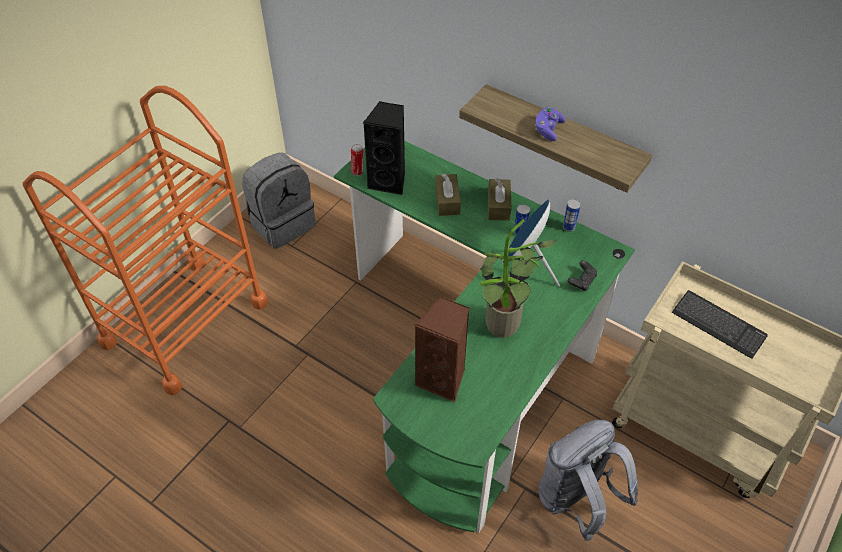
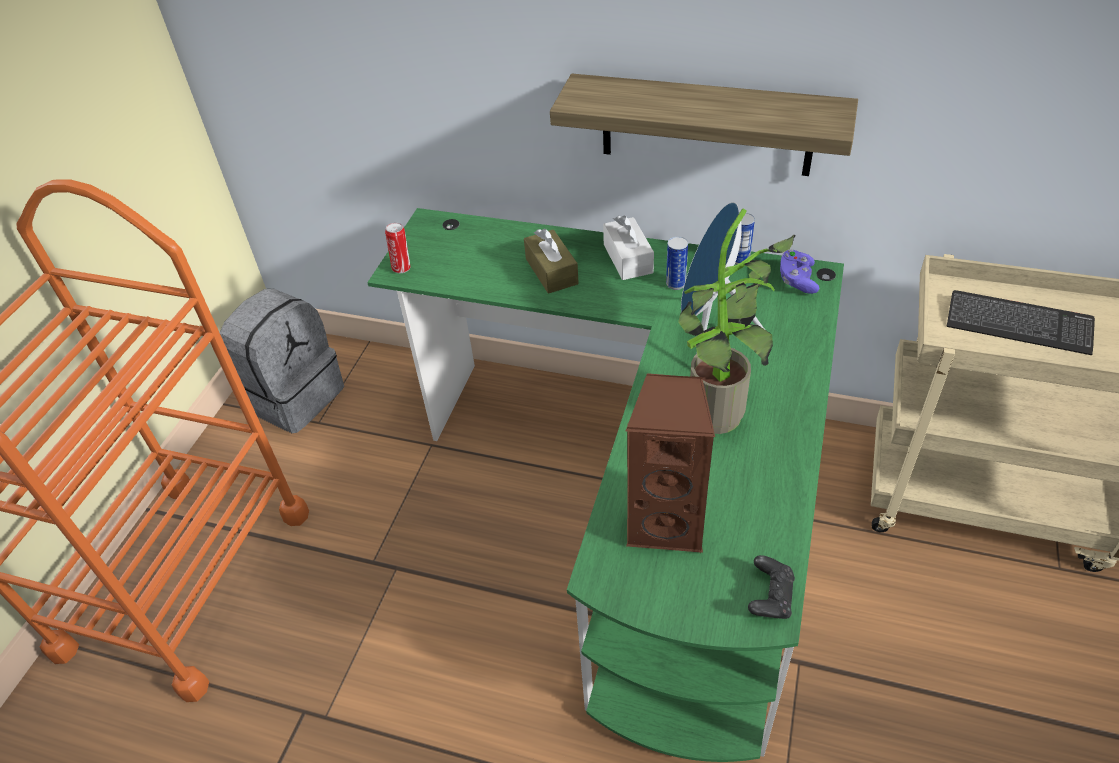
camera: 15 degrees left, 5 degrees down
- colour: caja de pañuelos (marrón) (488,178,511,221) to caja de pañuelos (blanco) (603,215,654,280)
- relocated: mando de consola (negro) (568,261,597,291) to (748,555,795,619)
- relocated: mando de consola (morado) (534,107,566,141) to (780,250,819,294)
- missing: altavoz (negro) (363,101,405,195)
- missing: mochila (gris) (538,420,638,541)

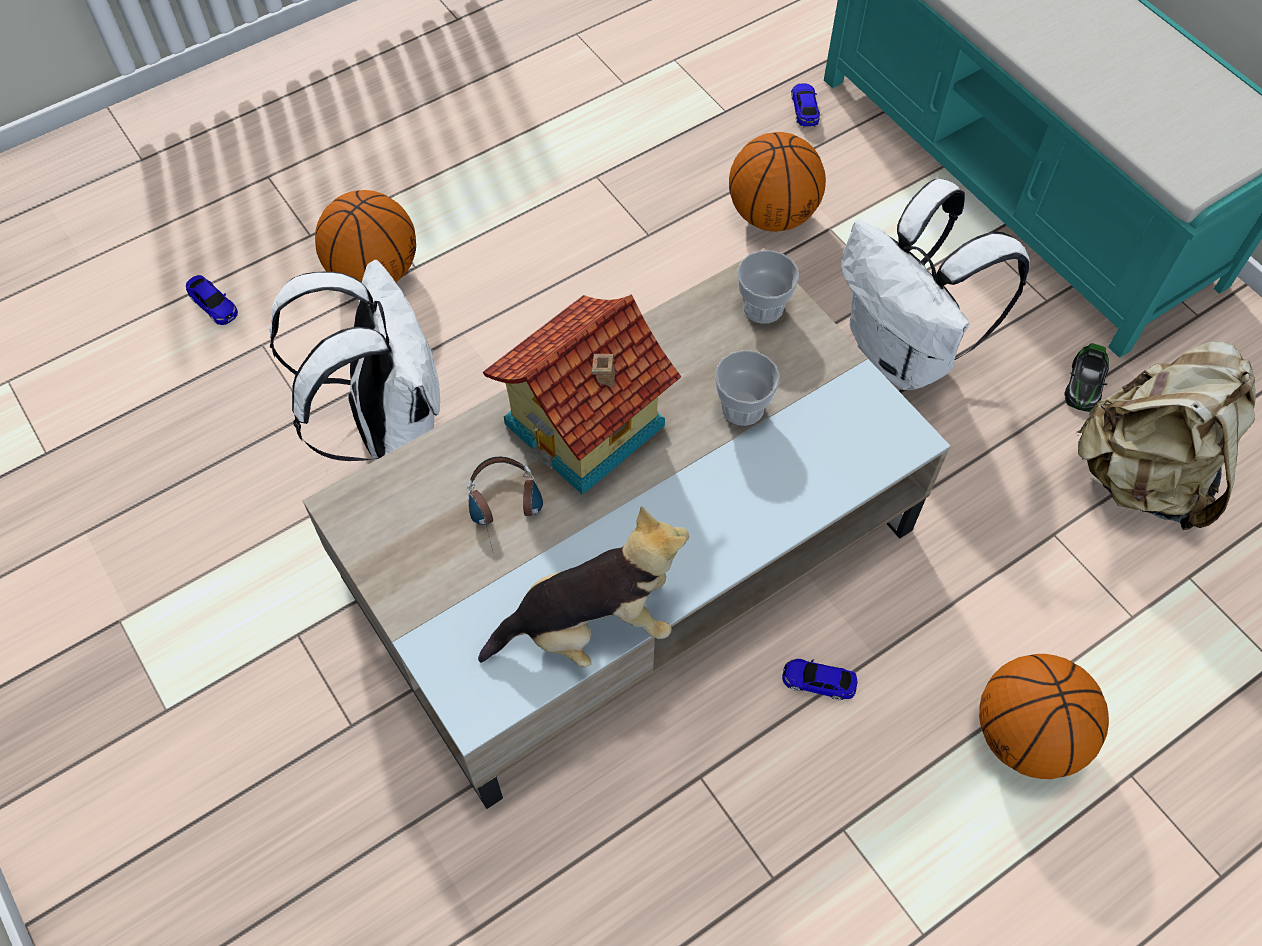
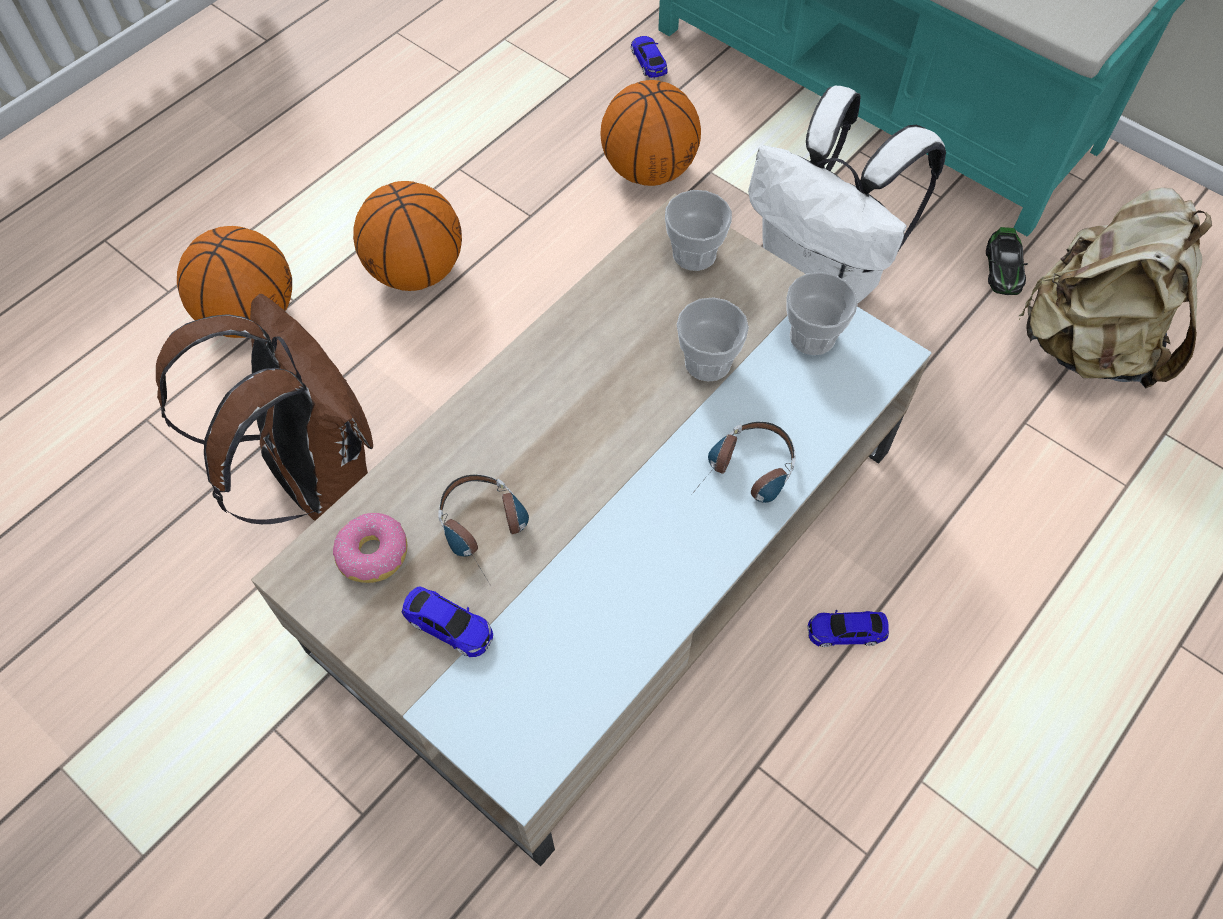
camera: 15 degrees left, 0 degrees up
- colour: mochila (blanco) (269,260,440,461) to mochila (marrón) (156,294,373,524)
- appeared: rosquilla (333,513,407,583)
- relocated: balón de baloncesto (979,654,1109,779) to (353,181,462,291)
- relocated: coche de juguete (186,275,238,325) to (401,586,493,657)
- appeared: auriculares (691,422,796,503)
- appeared: taza (786,272,858,355)
- missing: peluche (478,506,689,667)
- missing: casita (483,294,681,495)

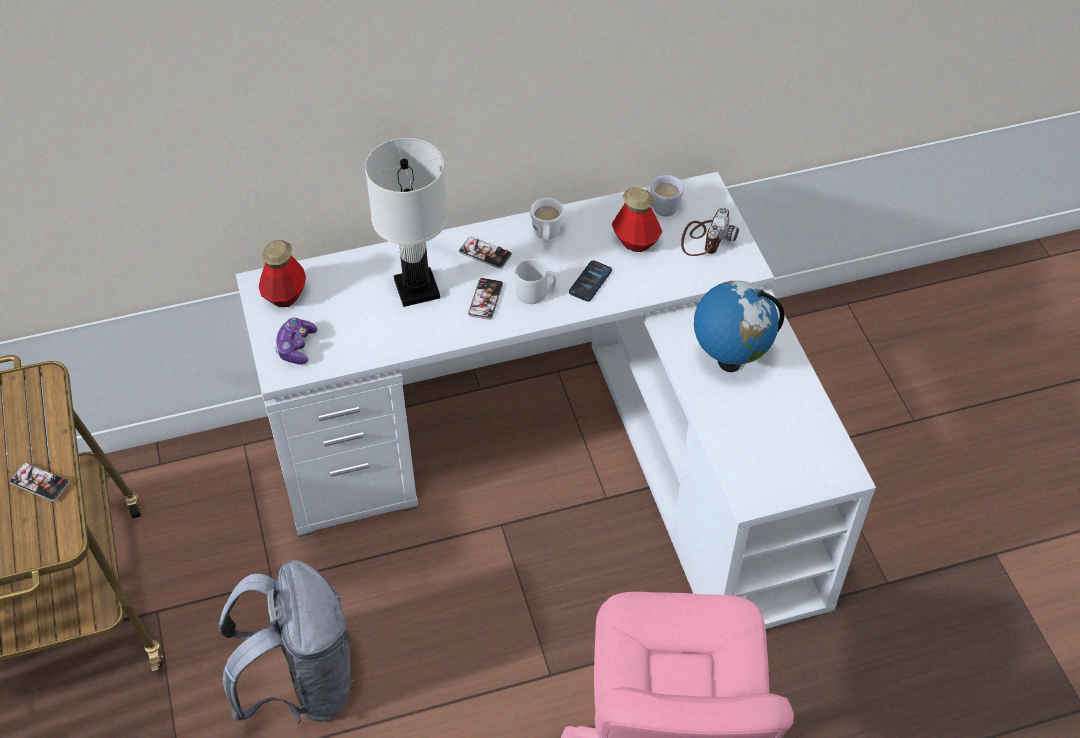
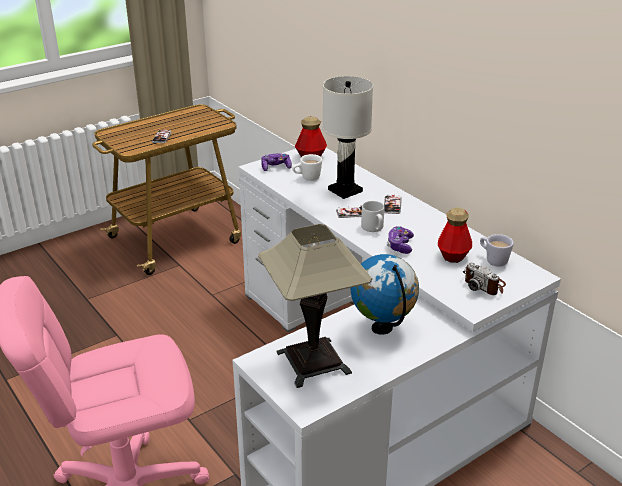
camera: 70 degrees right, 20 degrees down
- appeared: lámpara de mesa (258,224,372,388)
- relocated: taza grande (blanco) (530,198,564,242) to (292,154,322,181)
- exchanged: móvil (569,260,612,302) to mando de consola (387,226,414,254)
- spun: cámara (681,207,739,256) = (463,263,506,295) 45 degrees clockwise
- missing: mochila (gris) (218,560,354,724)

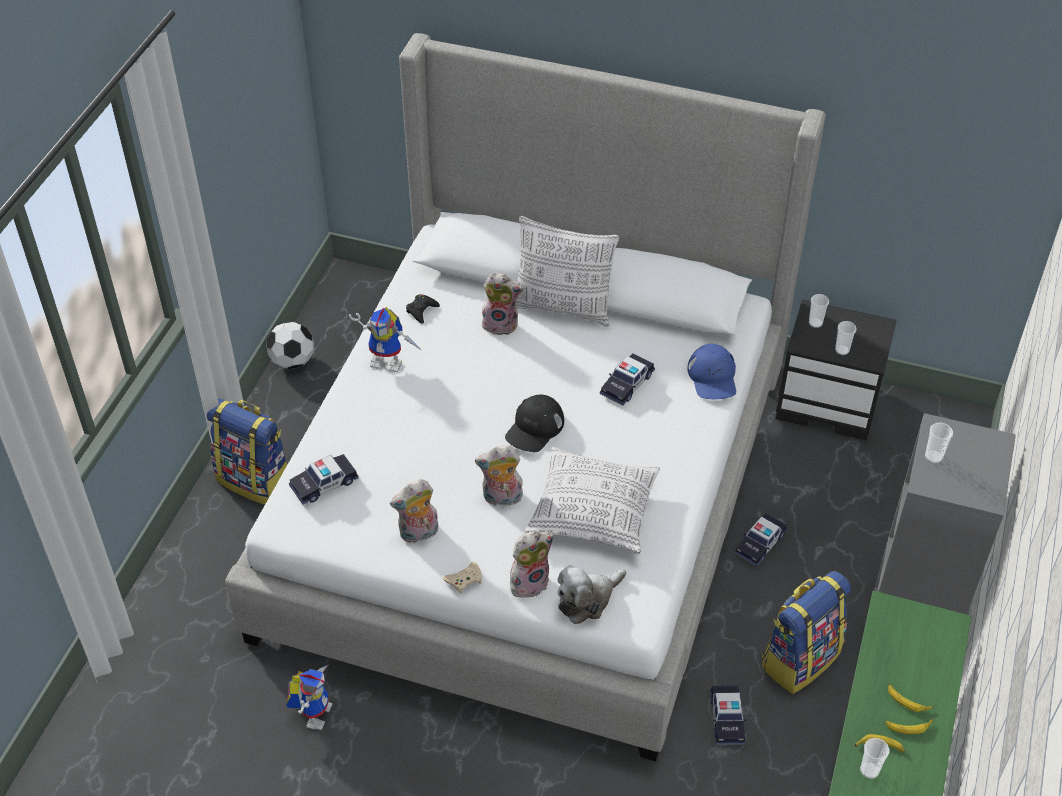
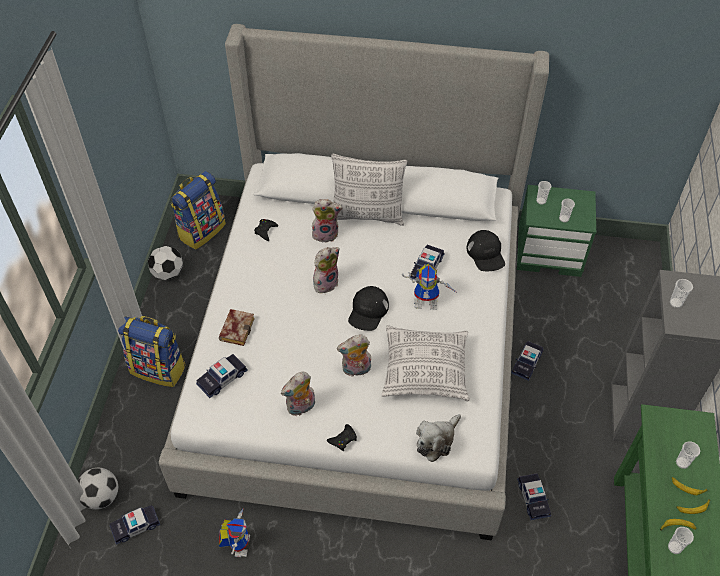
camera: 10 degrees left, 5 degrees up
- appeared: balón de fútbol (78,468,118,509)
- appeared: coche de juguete (110,505,160,545)
- relocated: mochila (762,571,851,694) to (171,171,226,250)
- appeared: libro (219,309,255,346)
- relocated: peluche (510,531,554,598) to (313,247,340,293)
- colour: mando de consola (beis) (443,562,482,594) to mando de consola (negro) (327,424,357,451)
- relocated: robot de juguete (349,307,421,372) to (402,264,456,310)
- colour: gorra (azul) (687,344,736,399) to gorra (negro) (467,230,505,271)
- colour: mesita de noche (negro) (776,299,897,440) to mesita de noche (verde) (517,185,596,277)
- appeared: taza (676,441,700,469)

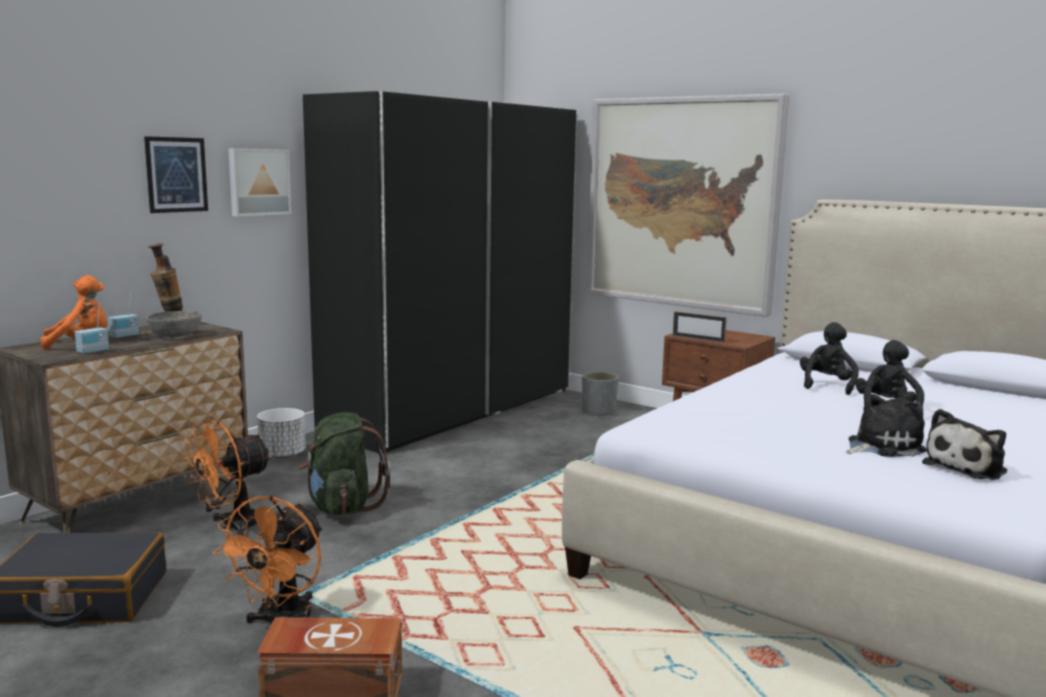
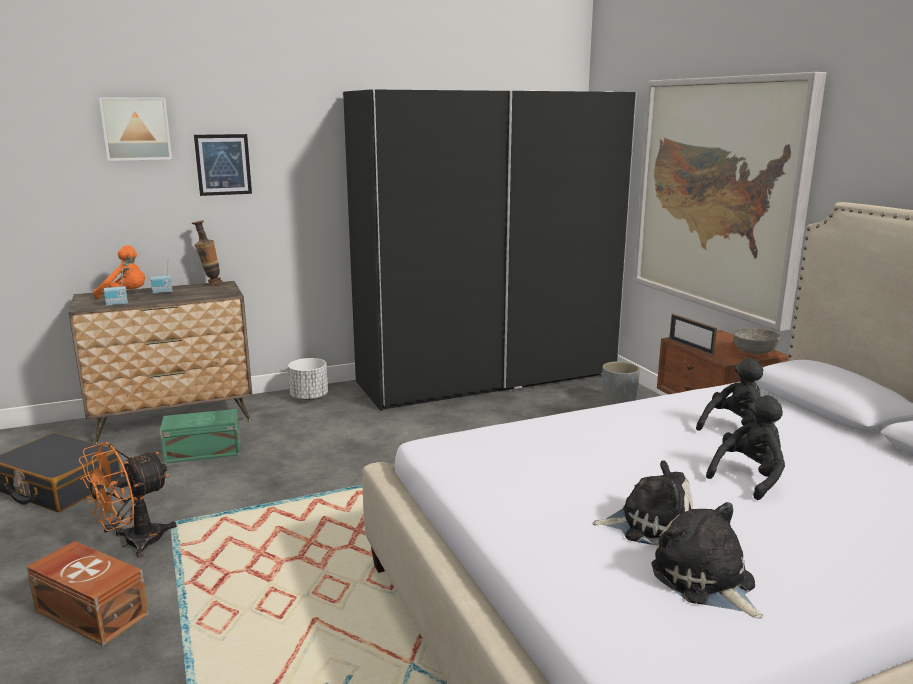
camera: 30 degrees right, 5 degrees up
- relocated: cuadro (228,148,291,217) to (99,97,172,161)
- exchanged: ventilador (naranja) (184,421,272,536) to caja de almacenaje (verde) (160,409,240,464)
- spun: peluche (922,409,1007,480) = (651,502,764,619) 75 degrees clockwise
- relocated: cuenco (gris) (146,311,202,338) to (733,328,780,354)
- missing: mochila (verde) (298,412,391,515)

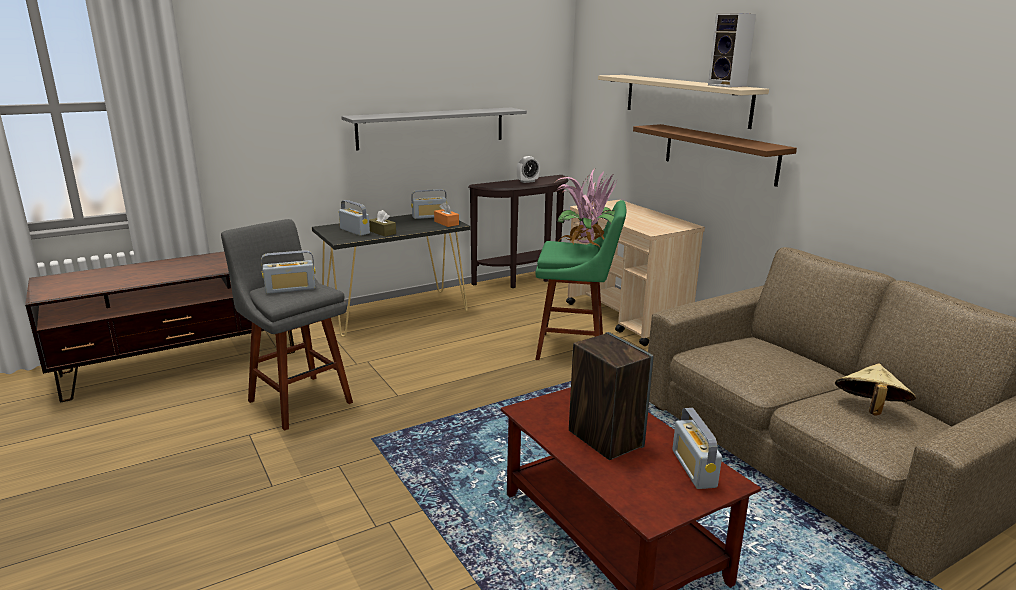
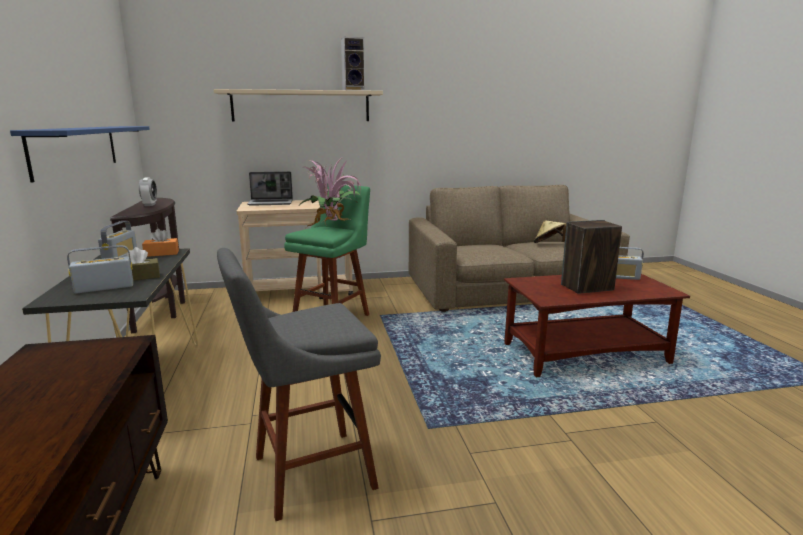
camera: 70 degrees left, 5 degrees down
- colour: estante (gris) (341,108,527,150) to estante (azul) (10,126,150,183)
- appeared: portátil (247,172,293,206)
- missing: radio (261,250,315,294)
- missing: estante (marrón) (633,124,797,187)

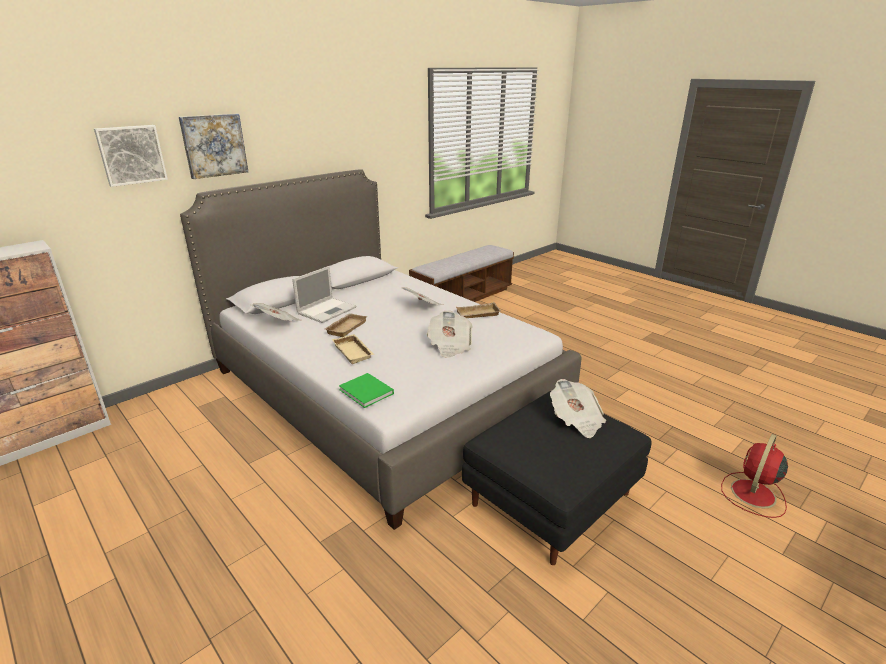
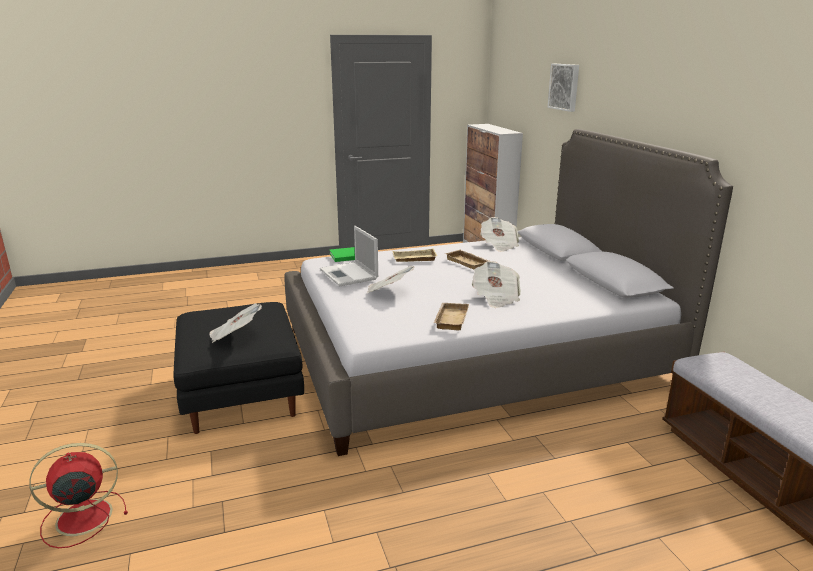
camera: 115 degrees right, 5 degrees down
- spun: ventilador (rojo) (721,434,788,518) = (29,443,128,548) 90 degrees counterclockwise
- relocated: portátil (292,266,356,323) to (320,226,378,286)
- missing: cuadro (179,114,248,179)

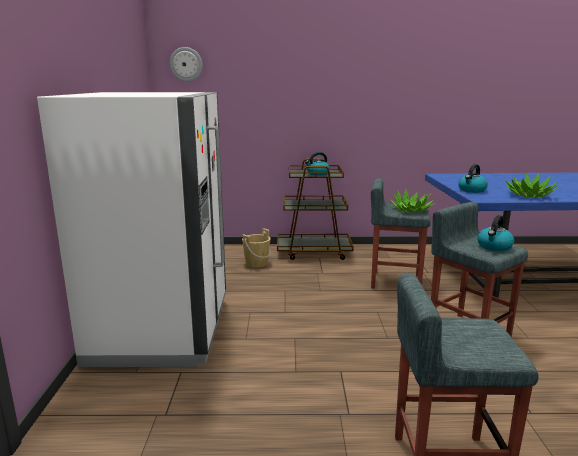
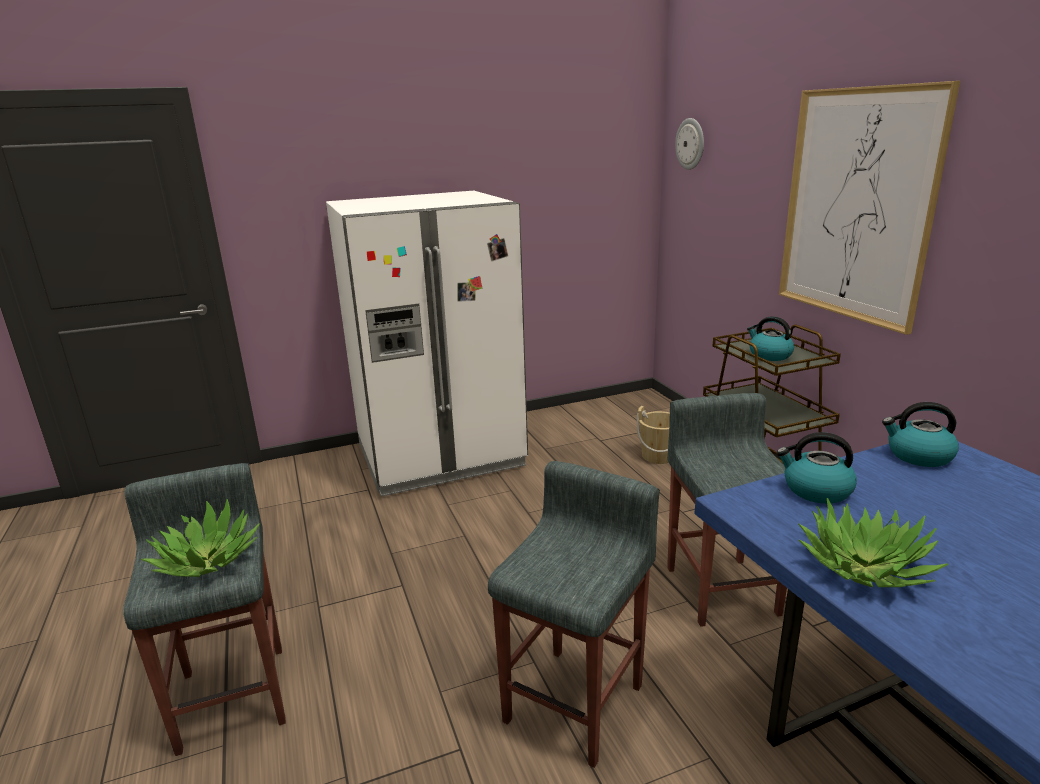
camera: 70 degrees right, 5 degrees up
- relocated: planta en maceta (390,188,435,212) to (140,499,260,577)
- appeared: cuadro (779,81,960,335)
- relocated: hervidor (477,215,514,251) to (882,402,959,467)

